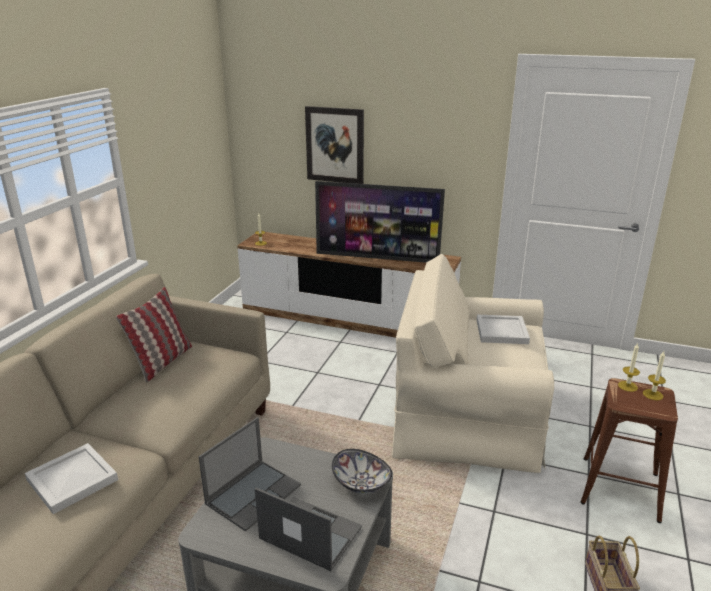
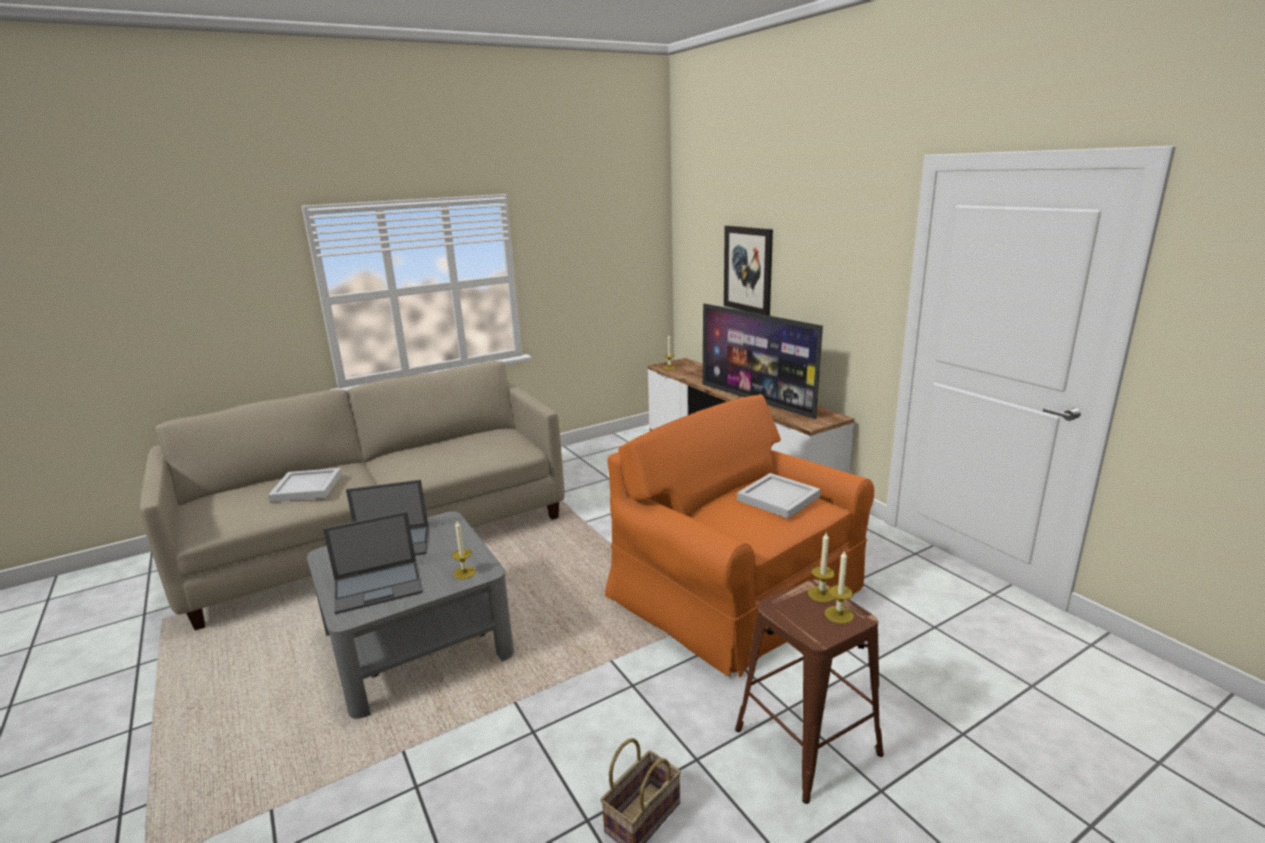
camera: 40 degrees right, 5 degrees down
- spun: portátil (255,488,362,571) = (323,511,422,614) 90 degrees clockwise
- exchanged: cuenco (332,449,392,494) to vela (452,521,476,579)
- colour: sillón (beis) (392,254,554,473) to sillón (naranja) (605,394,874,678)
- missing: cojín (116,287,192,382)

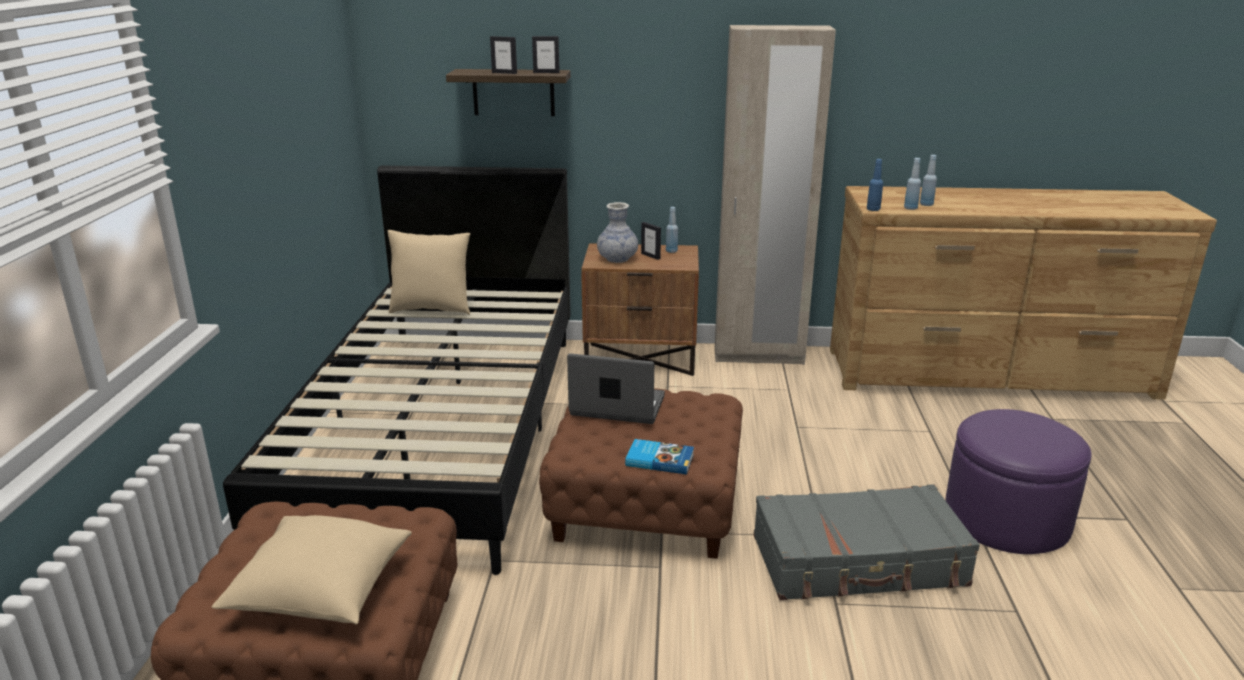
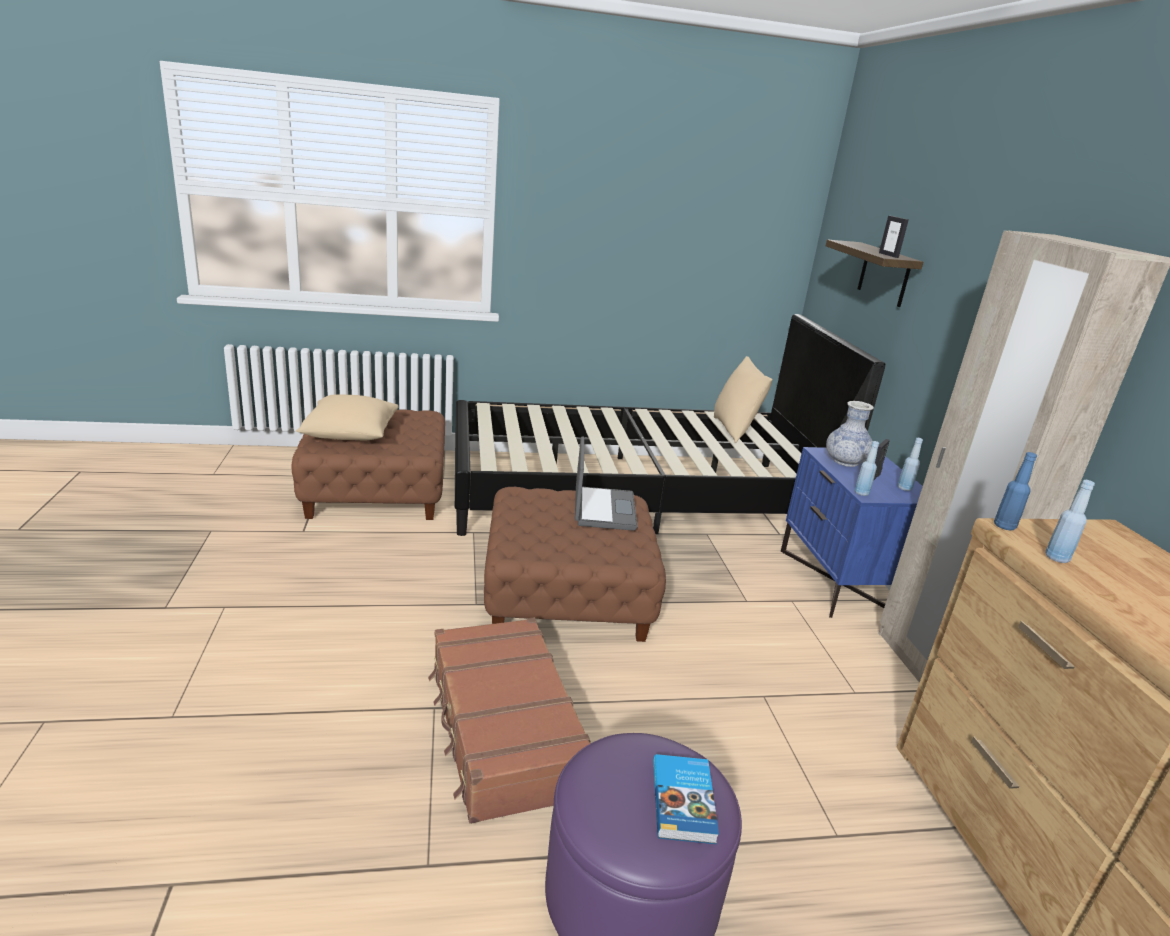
camera: 75 degrees right, 0 degrees up
- colour: maleta (gris) (753,484,980,600) to maleta (marrón) (428,617,591,824)
- relocated: libro (625,439,694,475) to (653,754,719,844)
- colour: mesita de noche (marrón) (581,243,699,376) to mesita de noche (azul) (781,447,923,618)
- relocated: botella (azul) (920,155,937,206) to (855,441,879,496)
- missing: portarretratos (490,36,517,74)

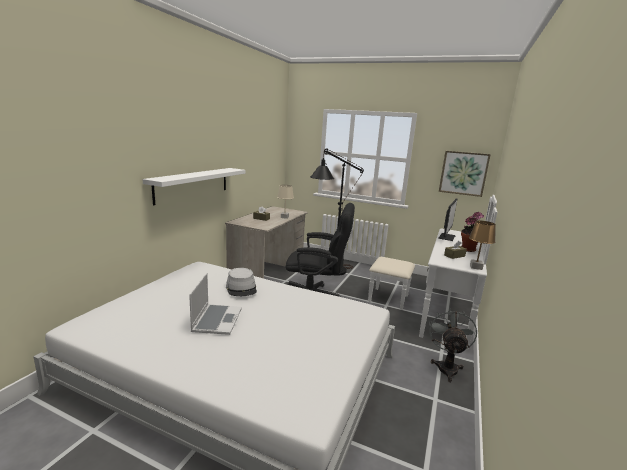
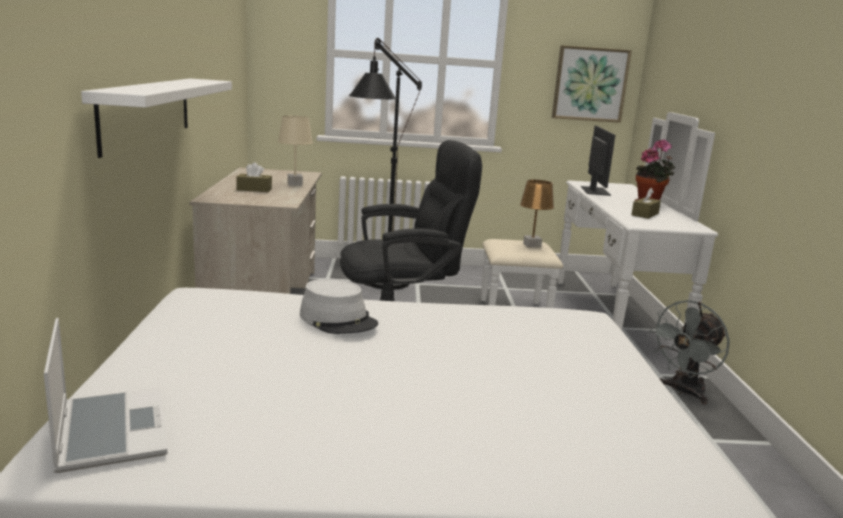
camera: 25 degrees left, 0 degrees up
- relocated: portátil (189,273,242,335) to (44,318,168,473)
- relocated: lámpara de mesa (marrón) (469,221,496,270) to (520,180,554,248)
- spun: ventilador (gris) (429,308,477,382) = (649,300,730,404) 120 degrees counterclockwise

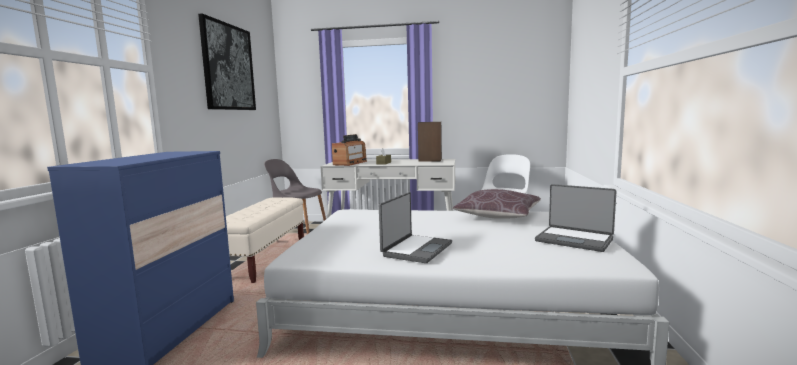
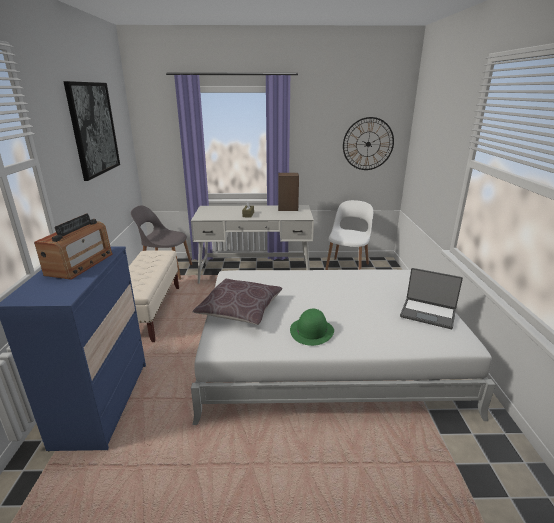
camera: 10 degrees left, 15 degrees up
- relocated: radio (332,134,367,166) to (34,213,113,280)
- relocated: cojín (marrón) (453,189,541,219) to (192,279,282,325)
- exchanged: portátil (379,192,452,263) to sombrero (verde) (290,309,334,346)
- appeared: reloj de pared (343,117,394,170)

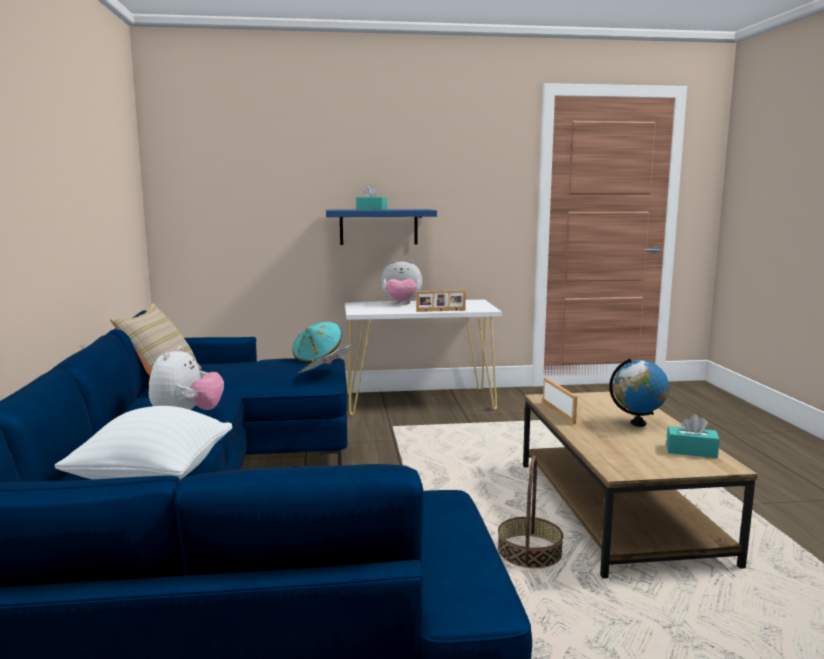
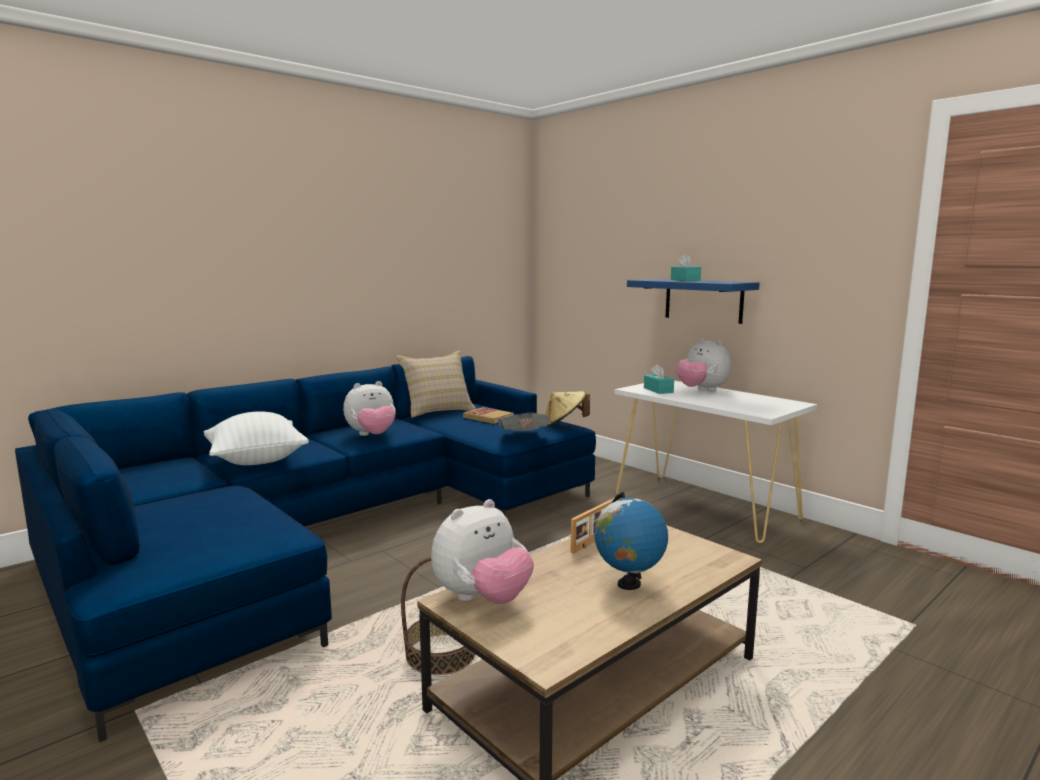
camera: 55 degrees right, 0 degrees up
- appeared: peluche (431,499,534,604)
- appeared: libro (463,407,514,424)
- colour: sombrero (turquesa) (292,322,342,363) to sombrero (beis) (545,391,590,427)
- relocated: caja de pañuelos (turquesa) (667,414,720,458) to (644,364,674,394)
- missing: portarretratos (416,290,466,312)

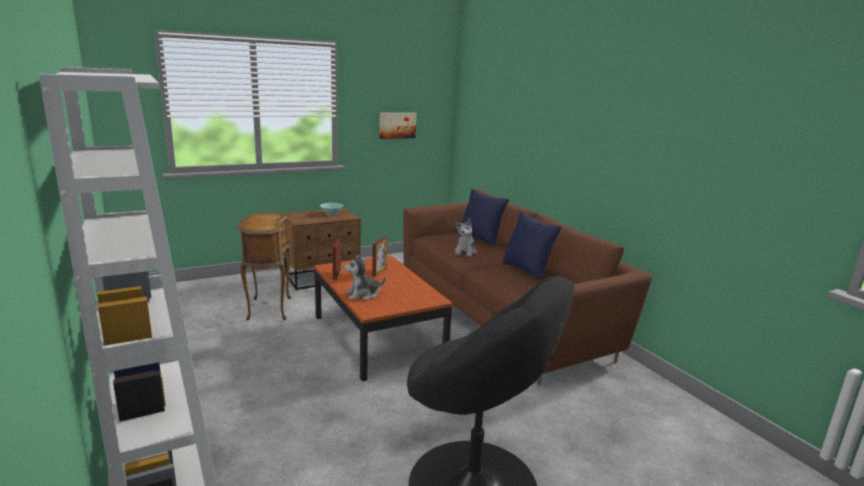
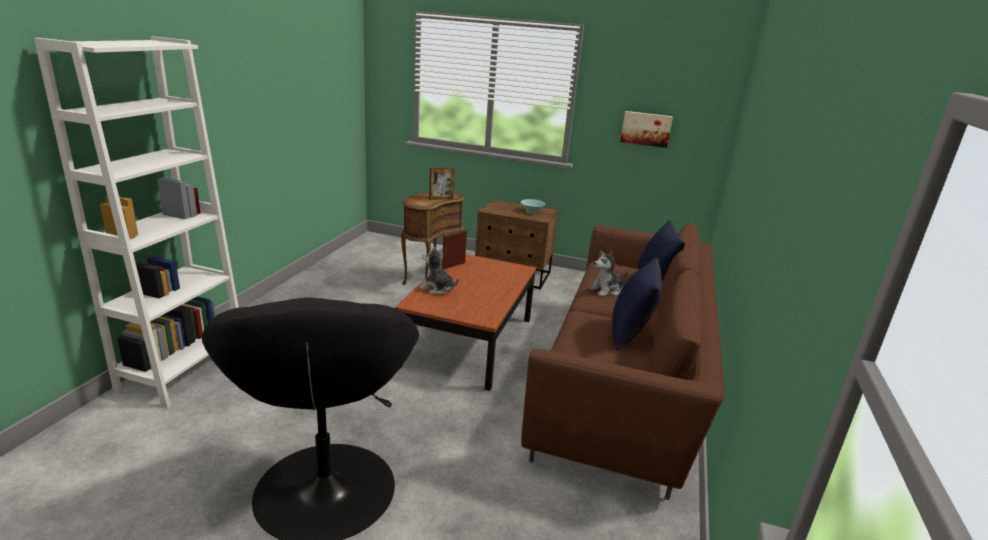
camera: 45 degrees right, 5 degrees up
- relocated: portarretratos (372,237,387,277) to (429,167,455,200)

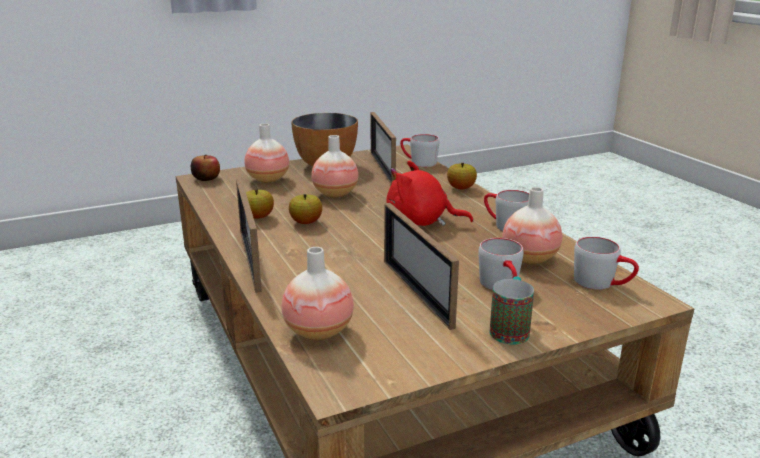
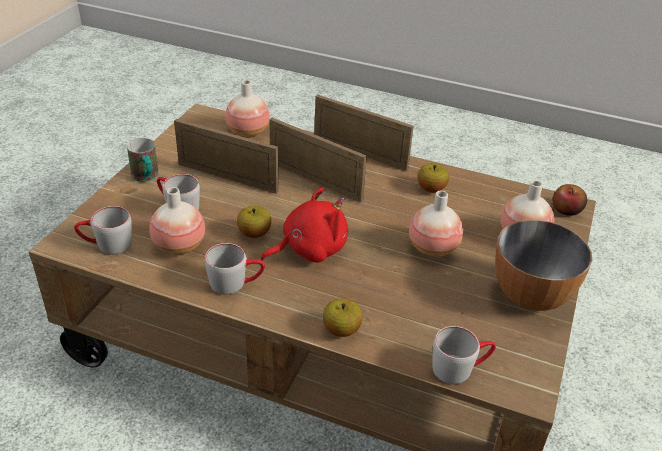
camera: 135 degrees right, 15 degrees up
- relocated: manzana (289,194,322,224) to (237,206,271,238)
- relocated: portarretratos (370,112,396,184) to (269,118,367,202)

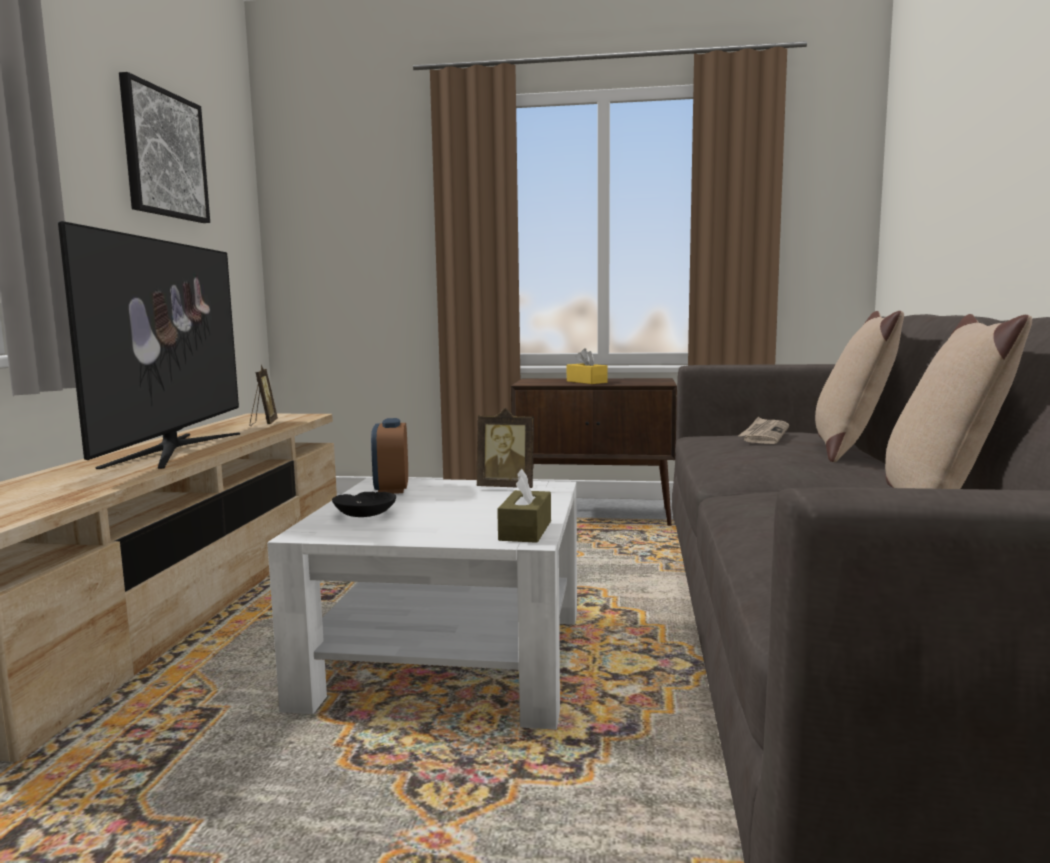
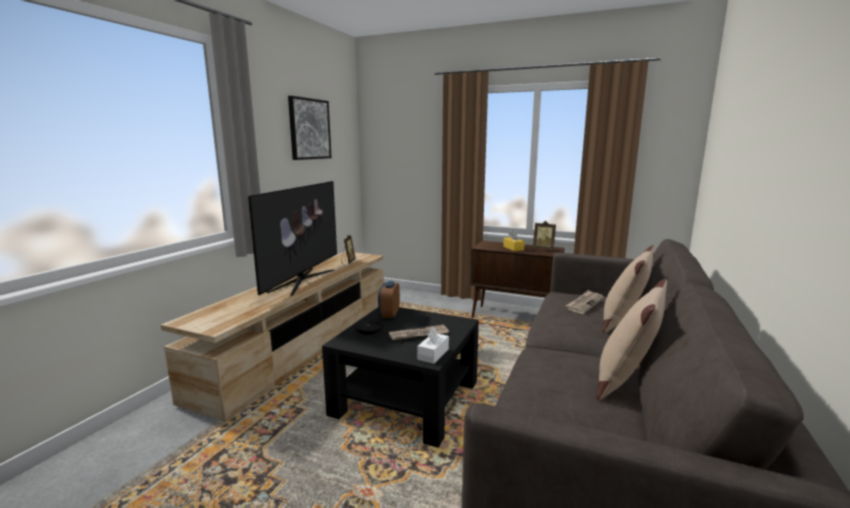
camera: 15 degrees right, 5 degrees up
- colour: mesa de centro (blanco) (267,478,577,730) to mesa de centro (negro) (322,307,479,448)
- appeared: periódico (389,325,449,340)
- colour: caja de pañuelos (marrón) (497,469,551,543) to caja de pañuelos (blanco) (418,327,449,364)
- relocated: portarretratos (477,408,534,488) to (533,221,556,250)

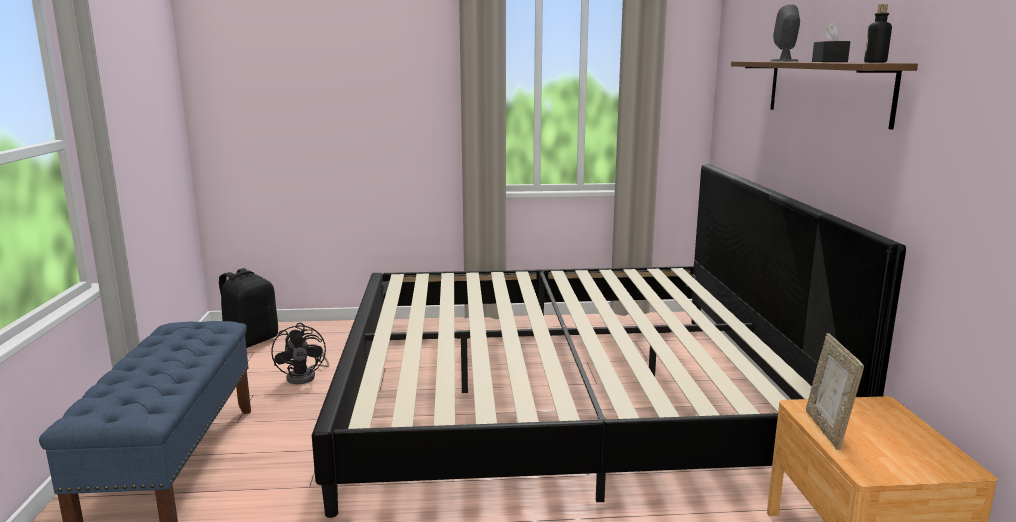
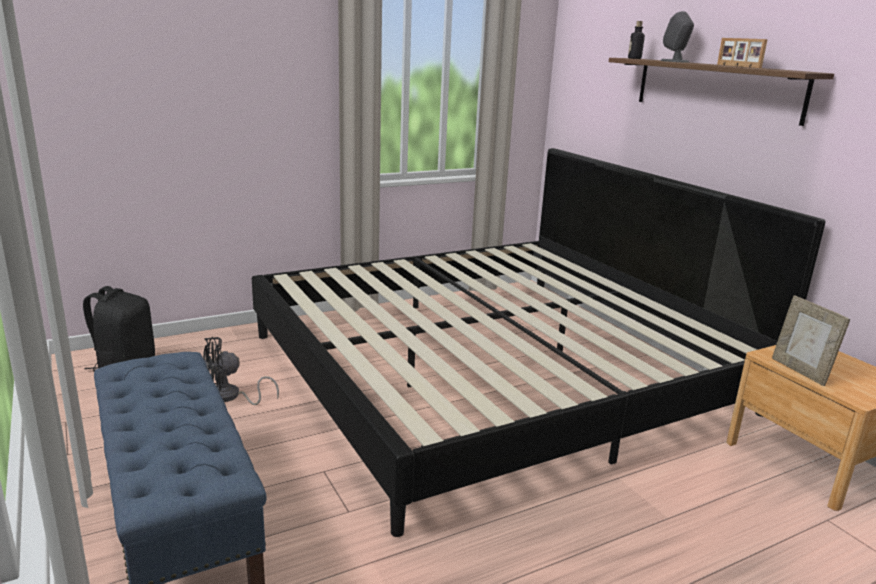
camera: 25 degrees left, 5 degrees up
- spun: ventilador (negro) (271,323,330,384) = (203,337,279,405) 105 degrees clockwise
- relocated: botella (864,4,892,63) to (628,21,645,59)
- exchanged: caja de pañuelos (negro) (812,22,850,62) to portarretratos (717,38,768,68)

